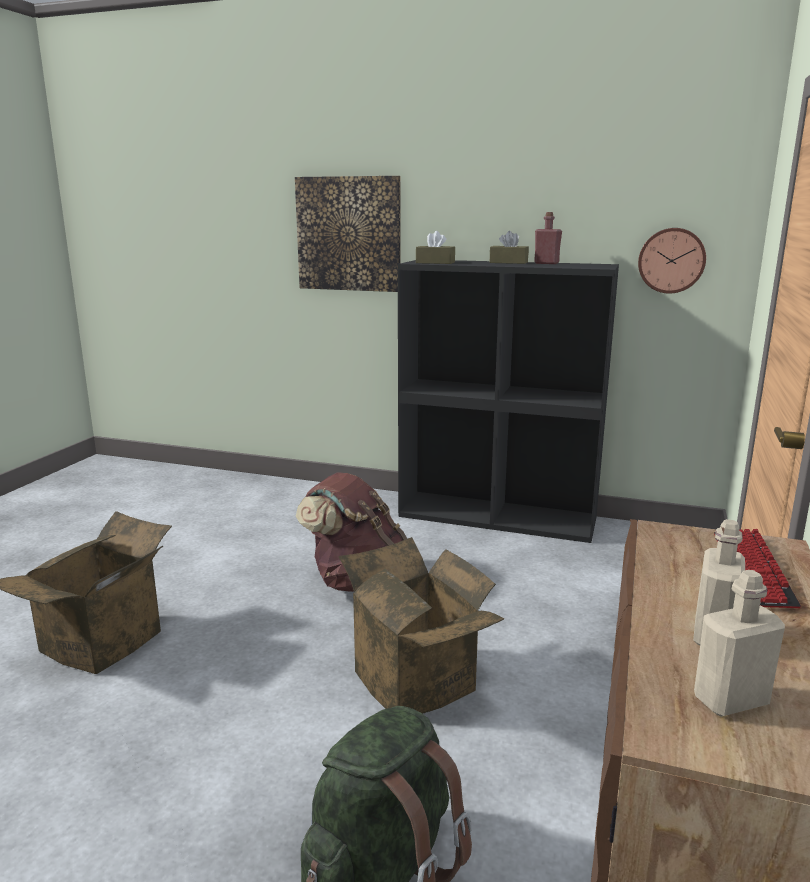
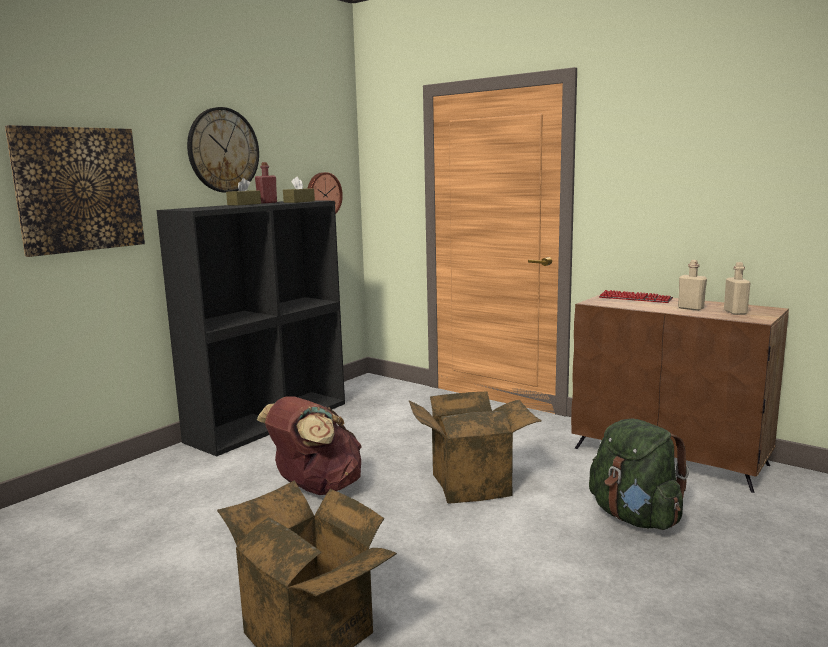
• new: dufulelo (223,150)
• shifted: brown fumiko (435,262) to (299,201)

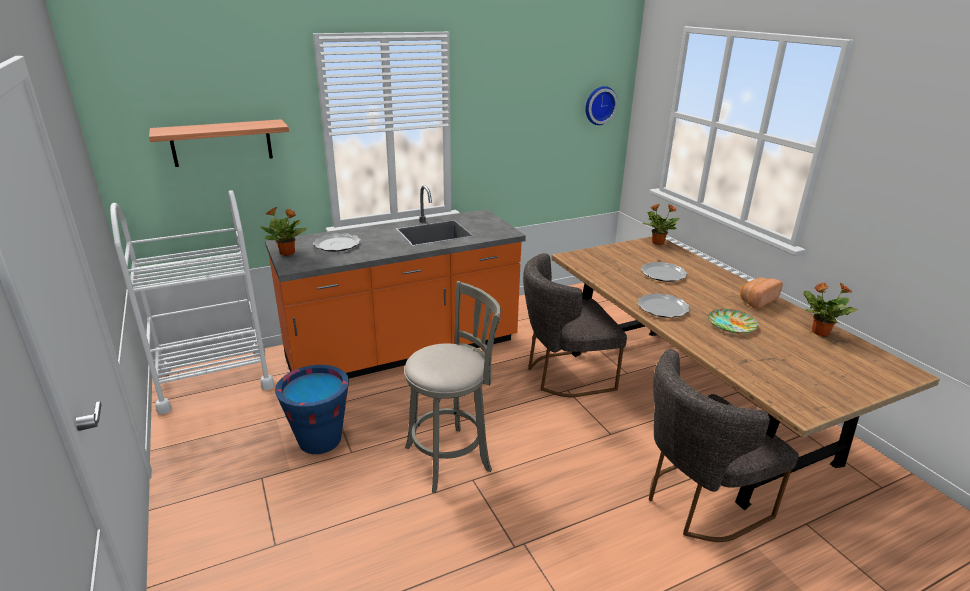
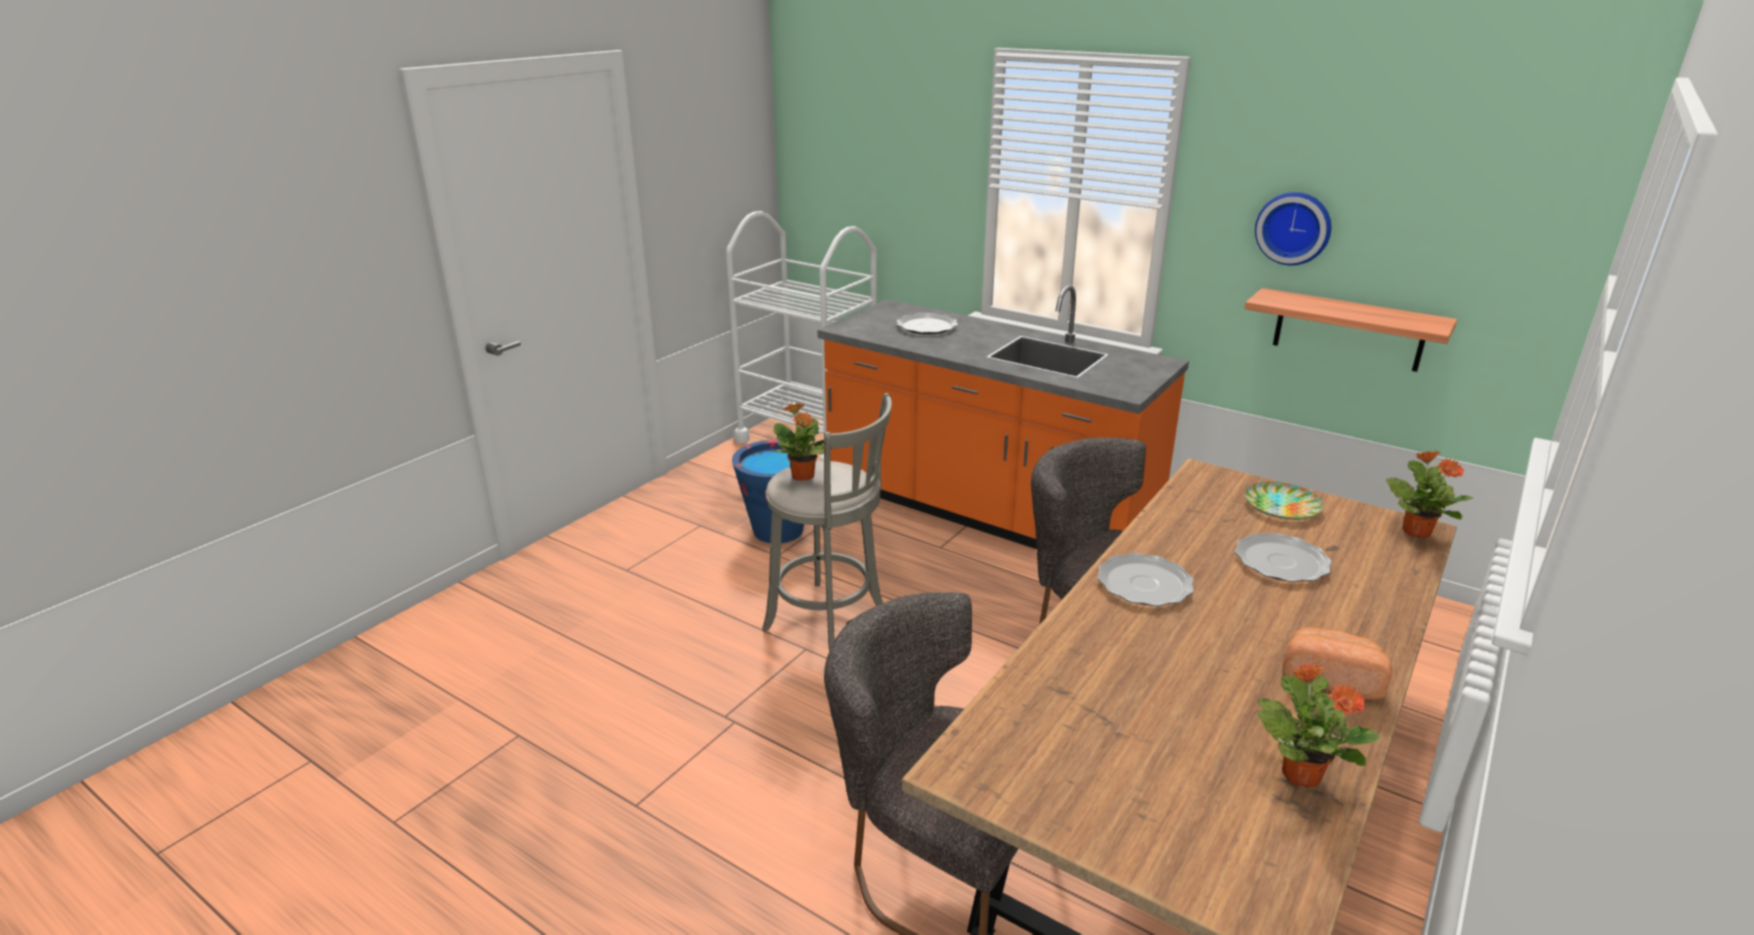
• shifted: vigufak (288,253) to (803,476)
• shifted: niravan (222,143) to (1348,330)
• shifted: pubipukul (731,324) to (1281,506)
• shifted: dufulelo (599,105) to (1294,227)

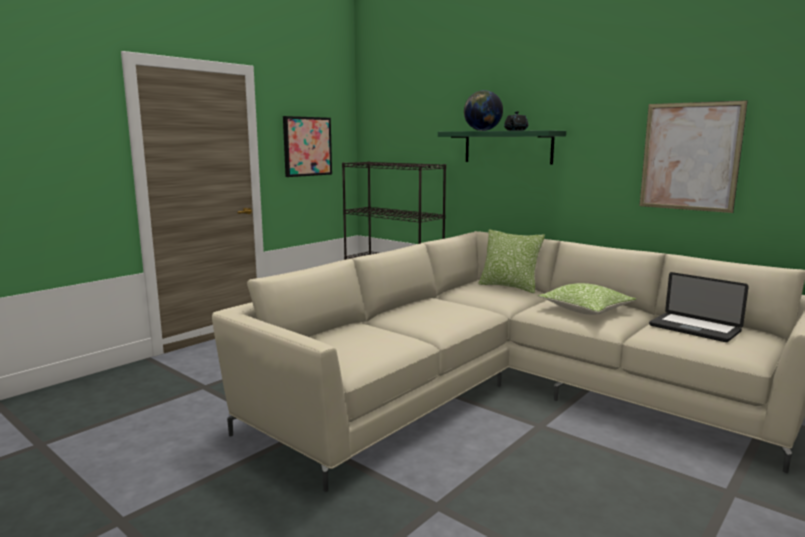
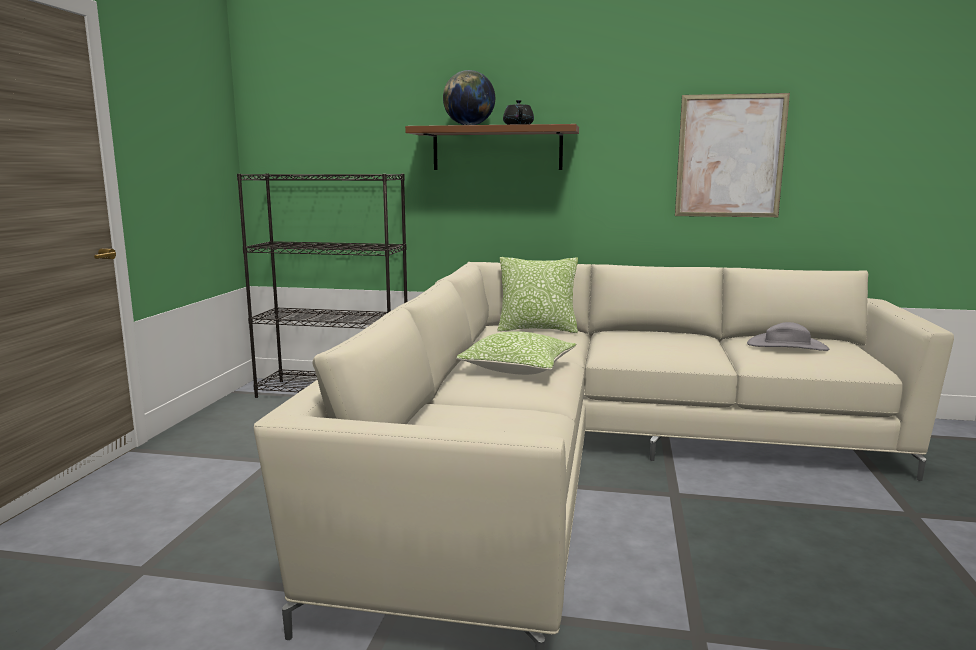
• repainted: green niravan (507,147) to brown niravan (497,149)
• shifted: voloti (585,310) to (517,368)
• swapped: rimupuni (694,328) to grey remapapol (787,346)
• gone: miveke (307,146)

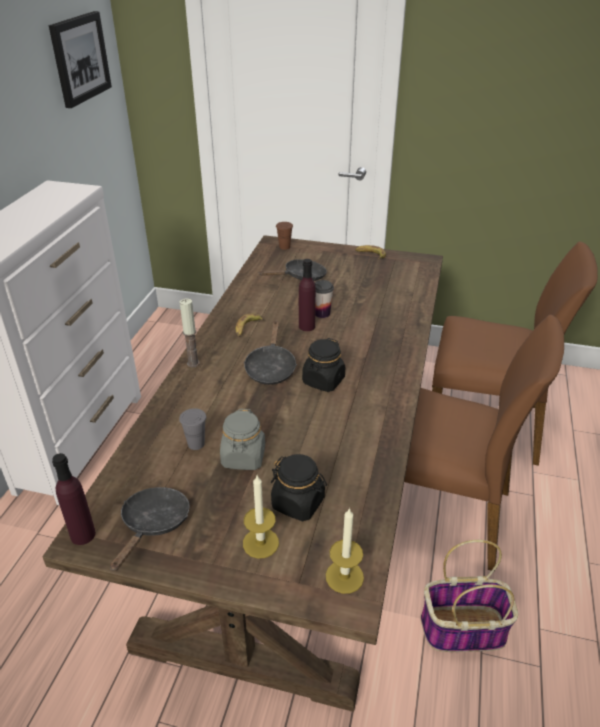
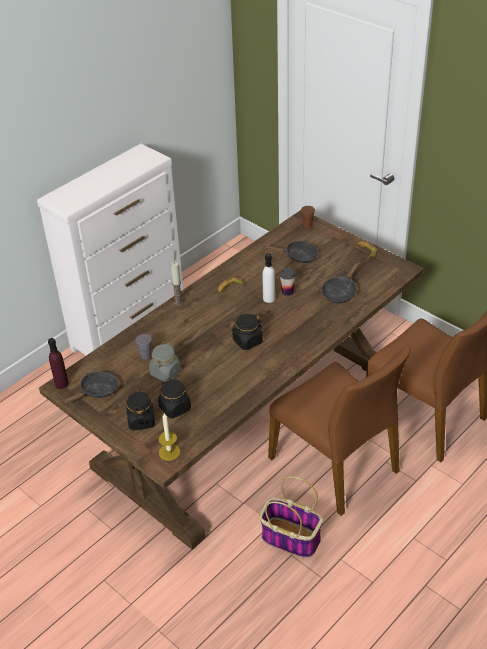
• swapped: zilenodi (260,543) to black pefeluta (141,420)
• repainted: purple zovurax (306,326) to white zovurax (269,298)
• shifted: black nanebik (270,368) to (340,292)
• gone: miveke (79,58)

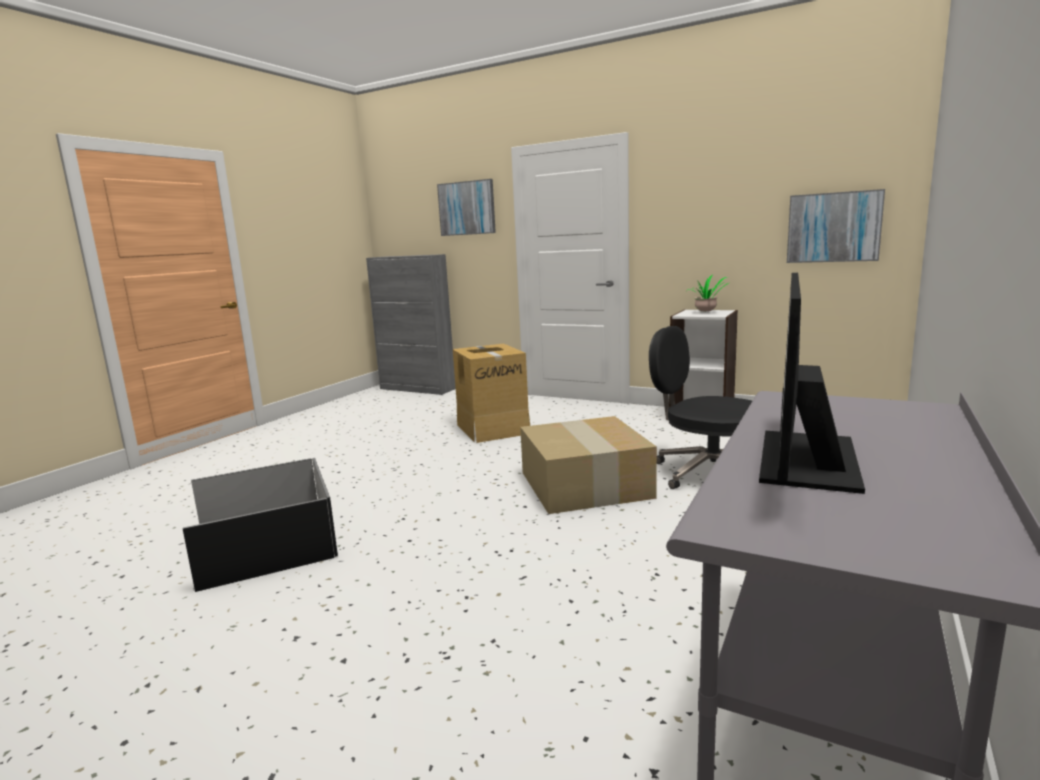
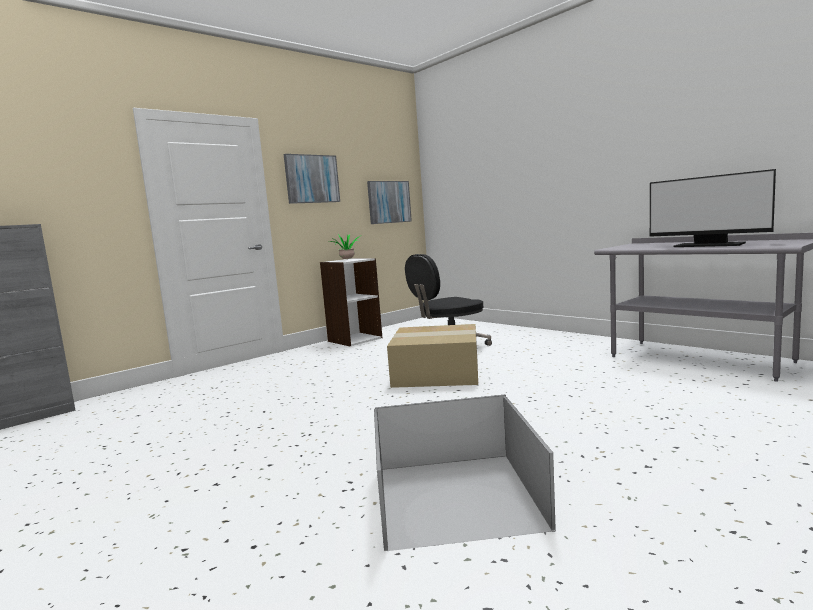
• shifted: miveke (467,208) to (312,179)
• gone: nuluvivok (493,428)

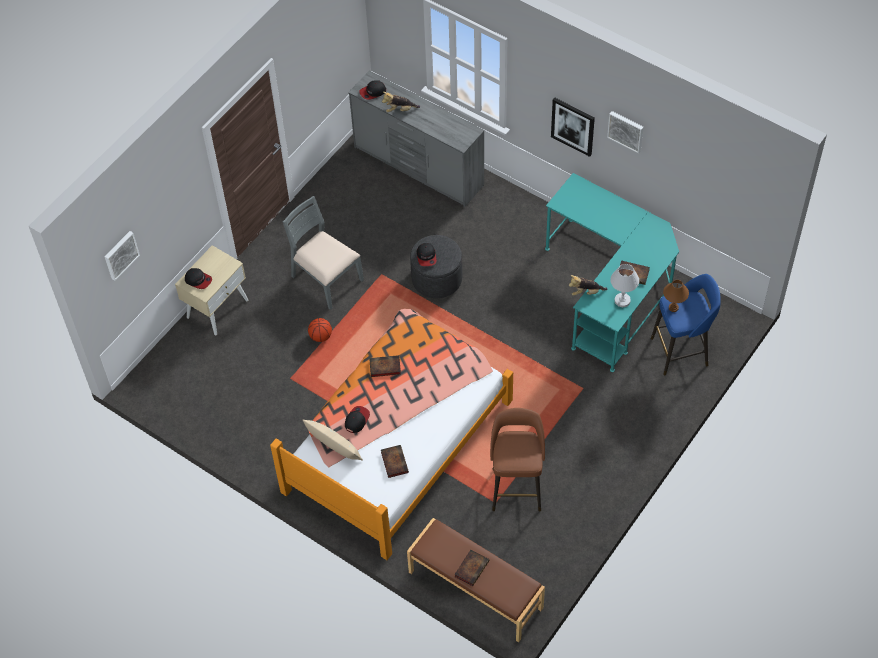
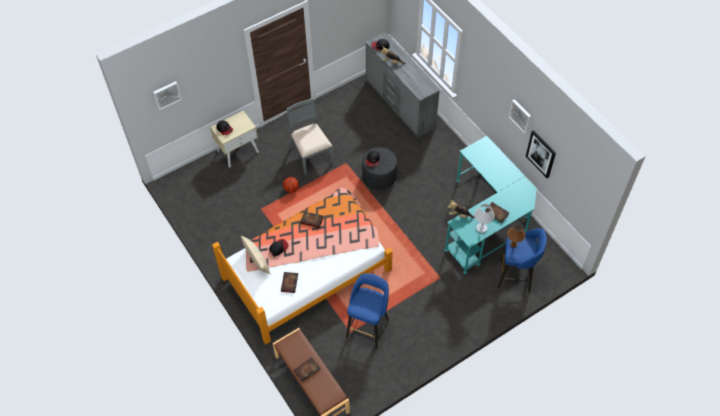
• repainted: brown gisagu (516,487) to blue gisagu (368,327)
• shifted: miveke (573,126) to (541,154)

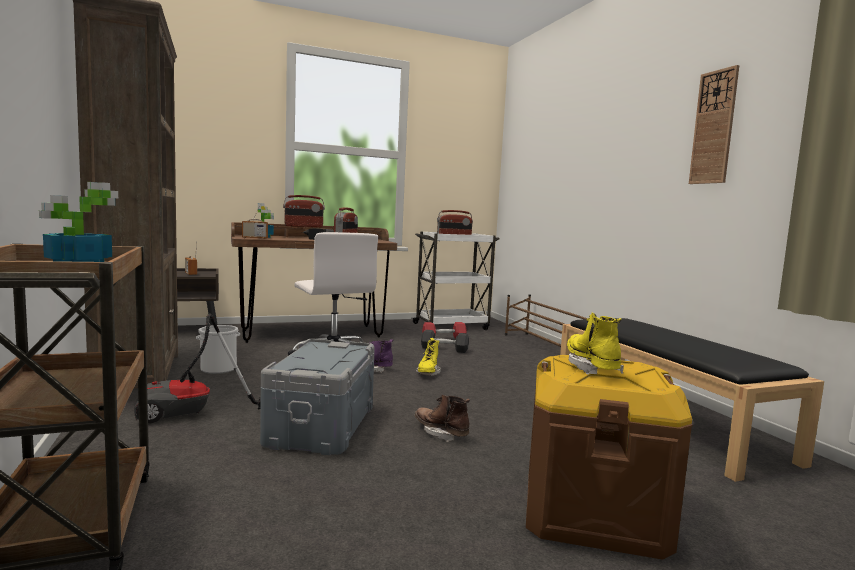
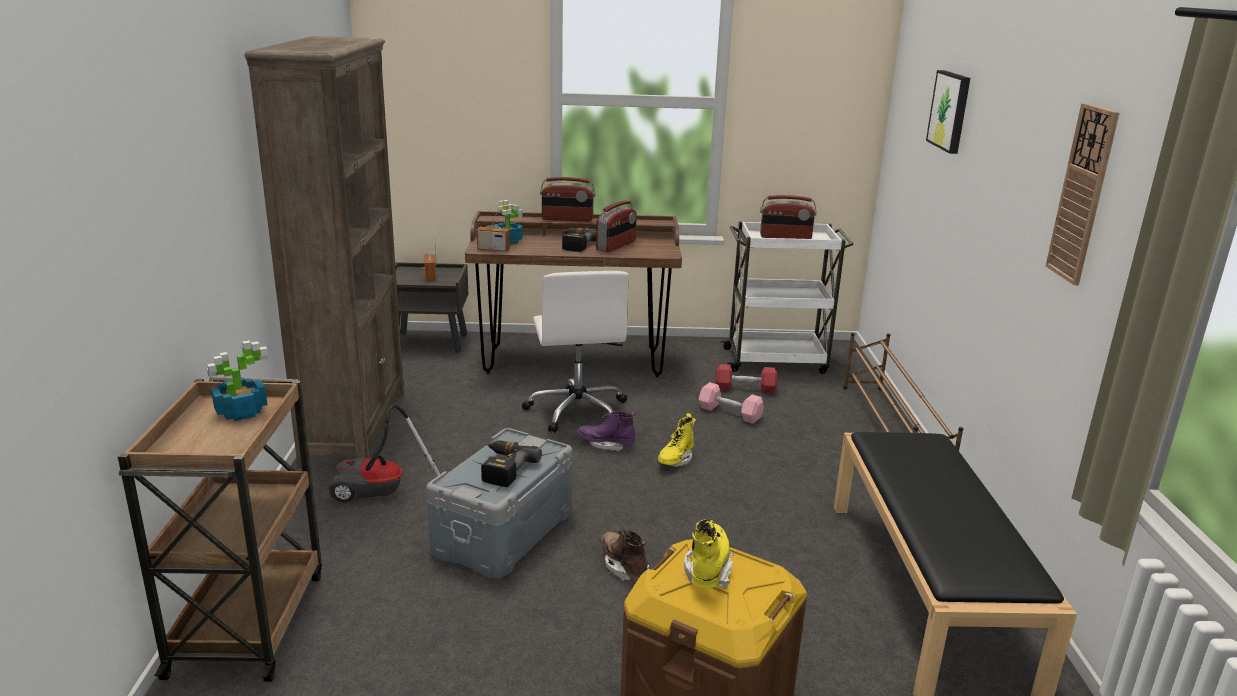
• new: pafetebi (502,468)
• repainted: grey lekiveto (444,349) to pink lekiveto (730,413)
• new: miveke (950,111)
• gone: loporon (219,369)

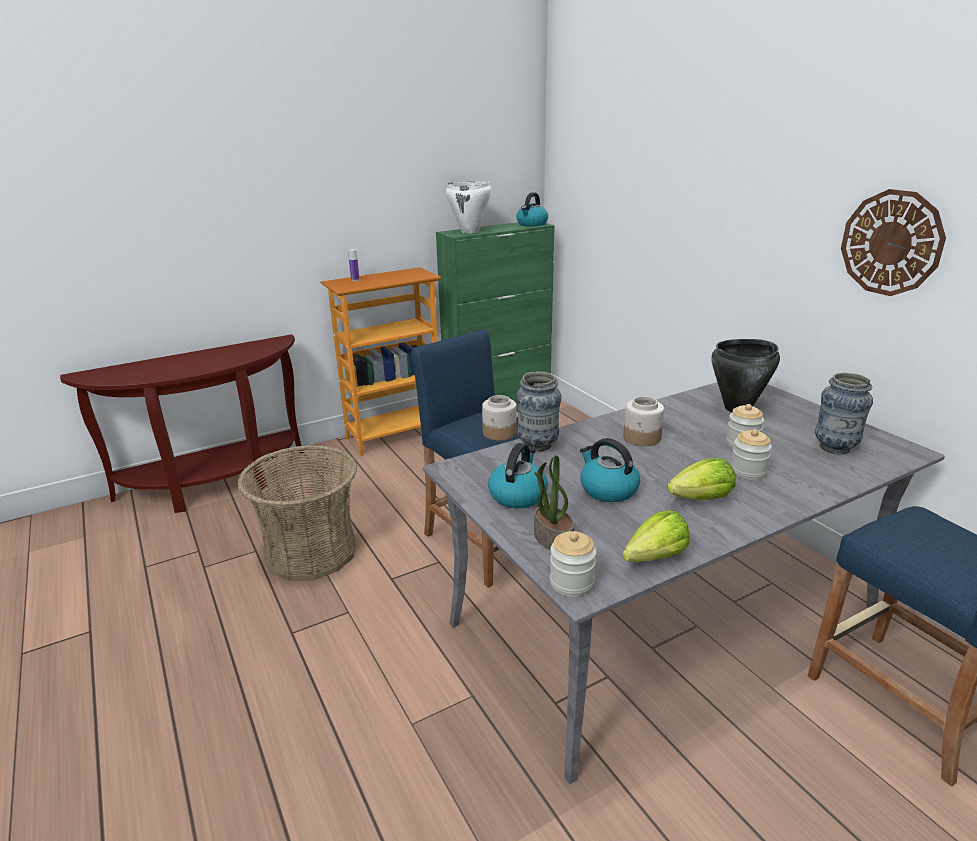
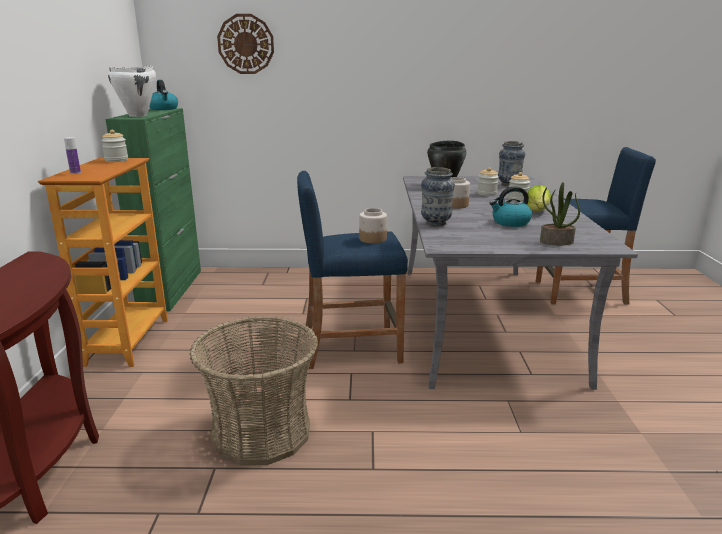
• shifted: pefeluta (571,583) to (116,160)
• shifted: dufulelo (891,243) to (246,44)
• gone: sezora (518,495)
• gone: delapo (649,559)

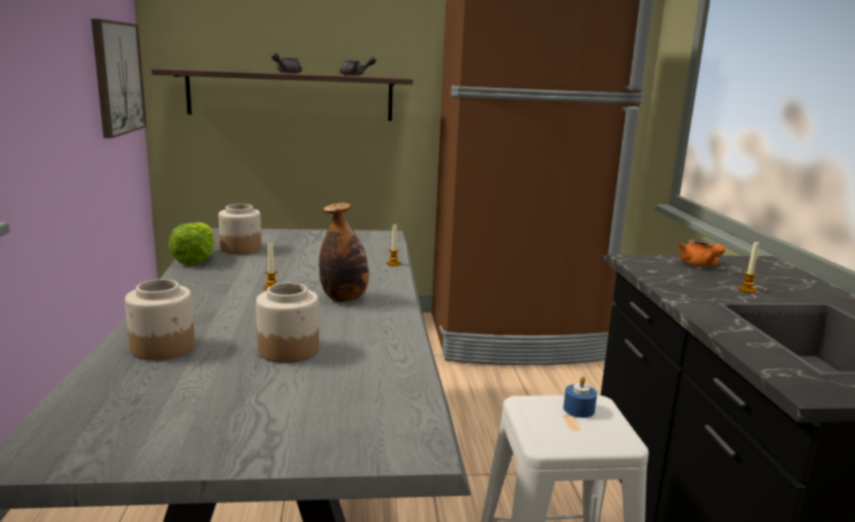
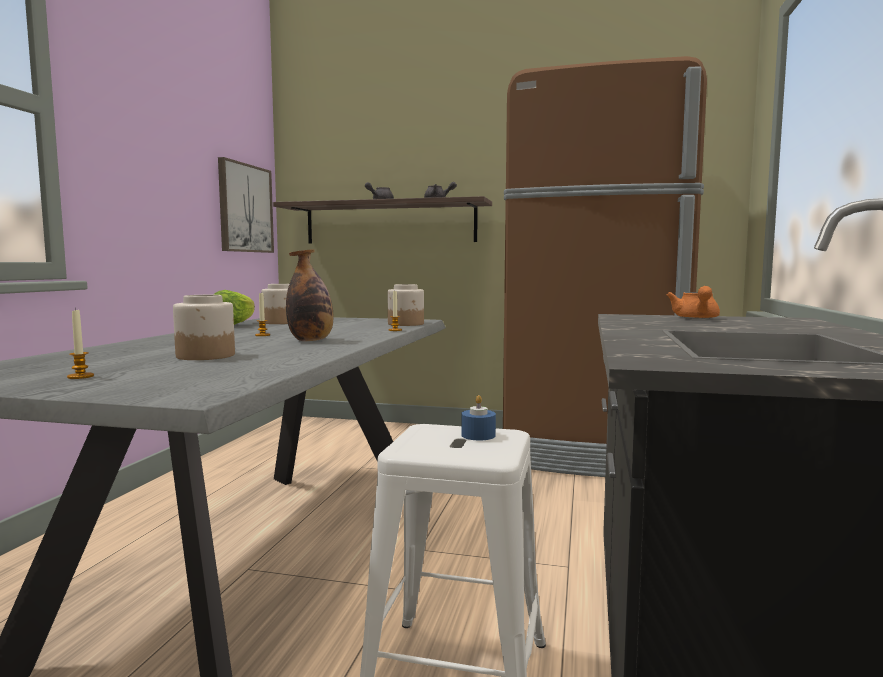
• shifted: zilenodi (747,290) to (80,376)
• shifted: pefeluta (163,347) to (406,324)

